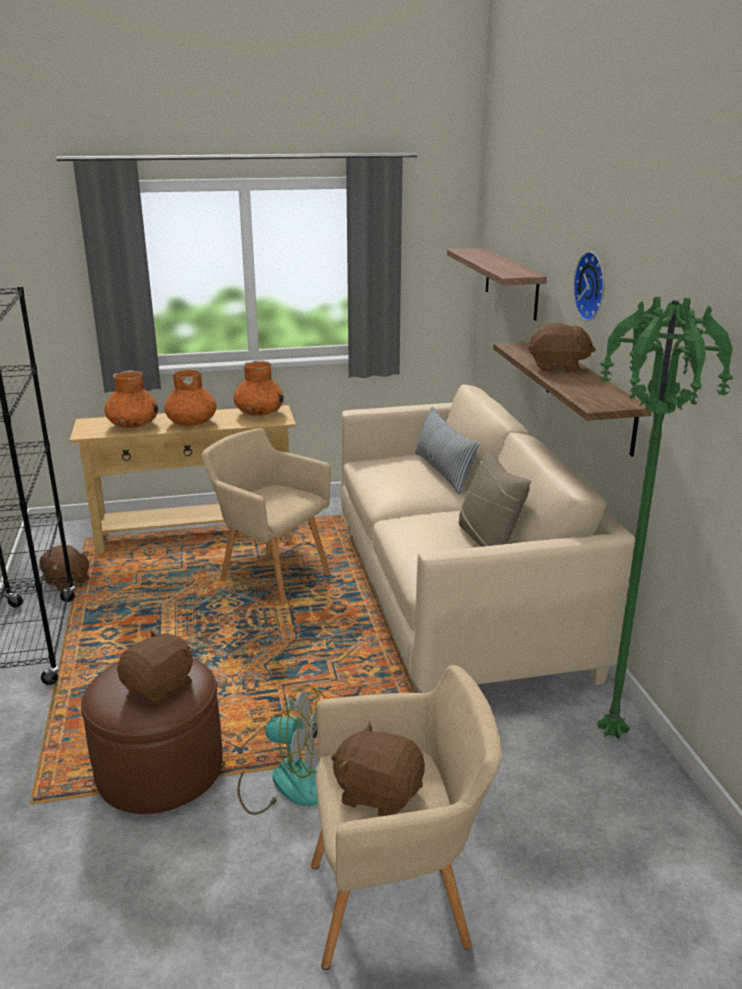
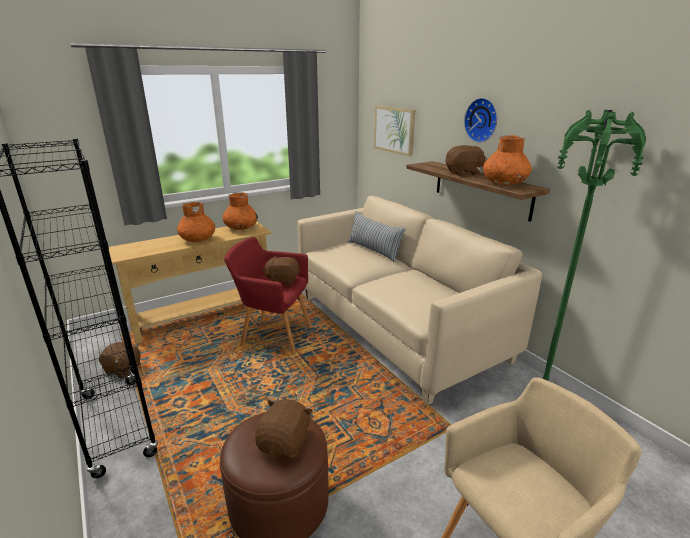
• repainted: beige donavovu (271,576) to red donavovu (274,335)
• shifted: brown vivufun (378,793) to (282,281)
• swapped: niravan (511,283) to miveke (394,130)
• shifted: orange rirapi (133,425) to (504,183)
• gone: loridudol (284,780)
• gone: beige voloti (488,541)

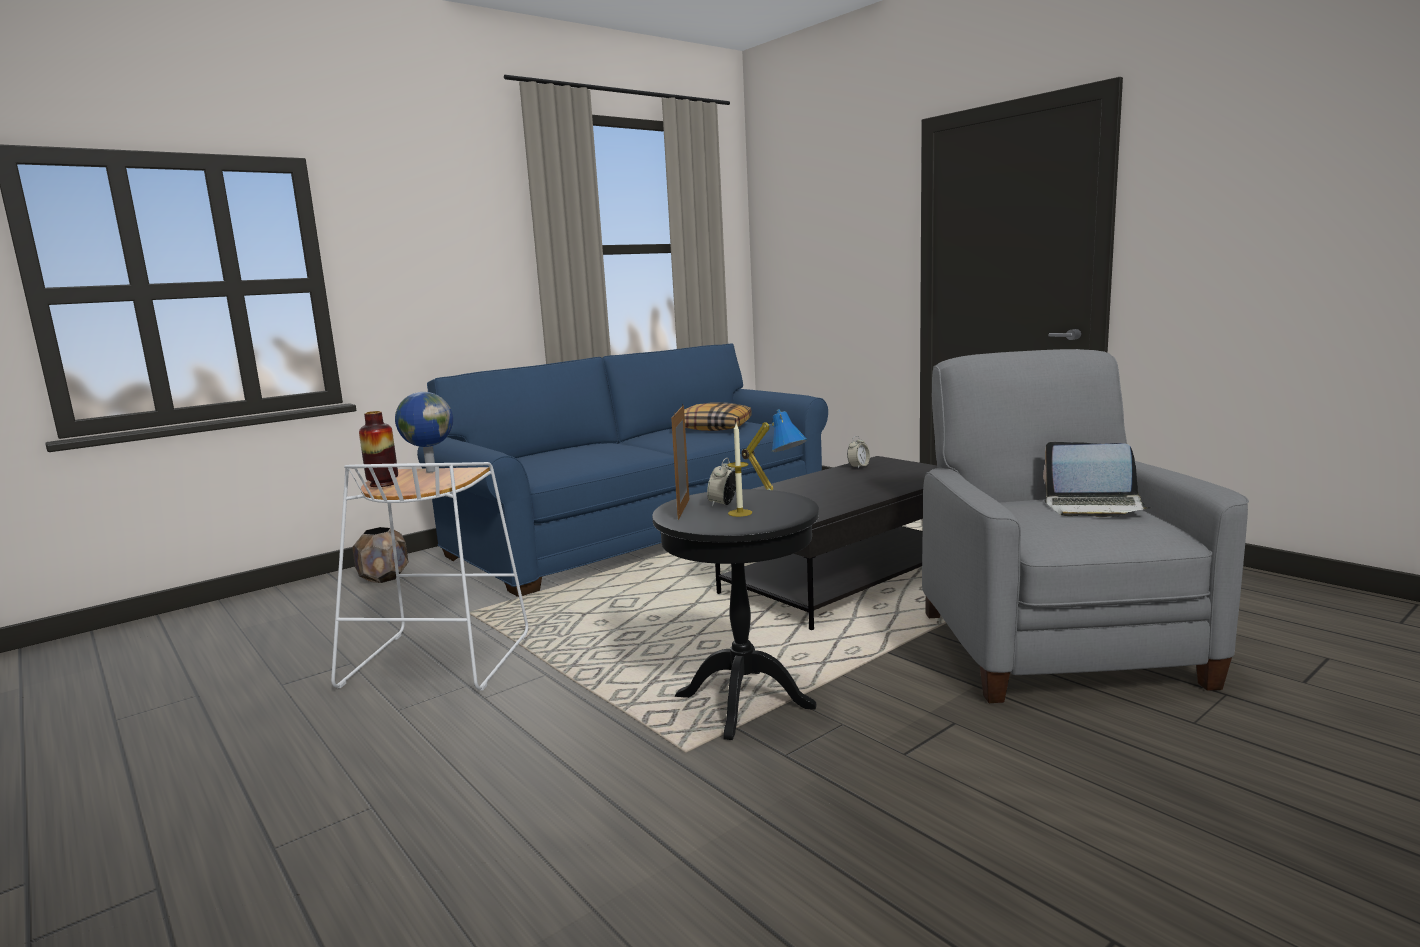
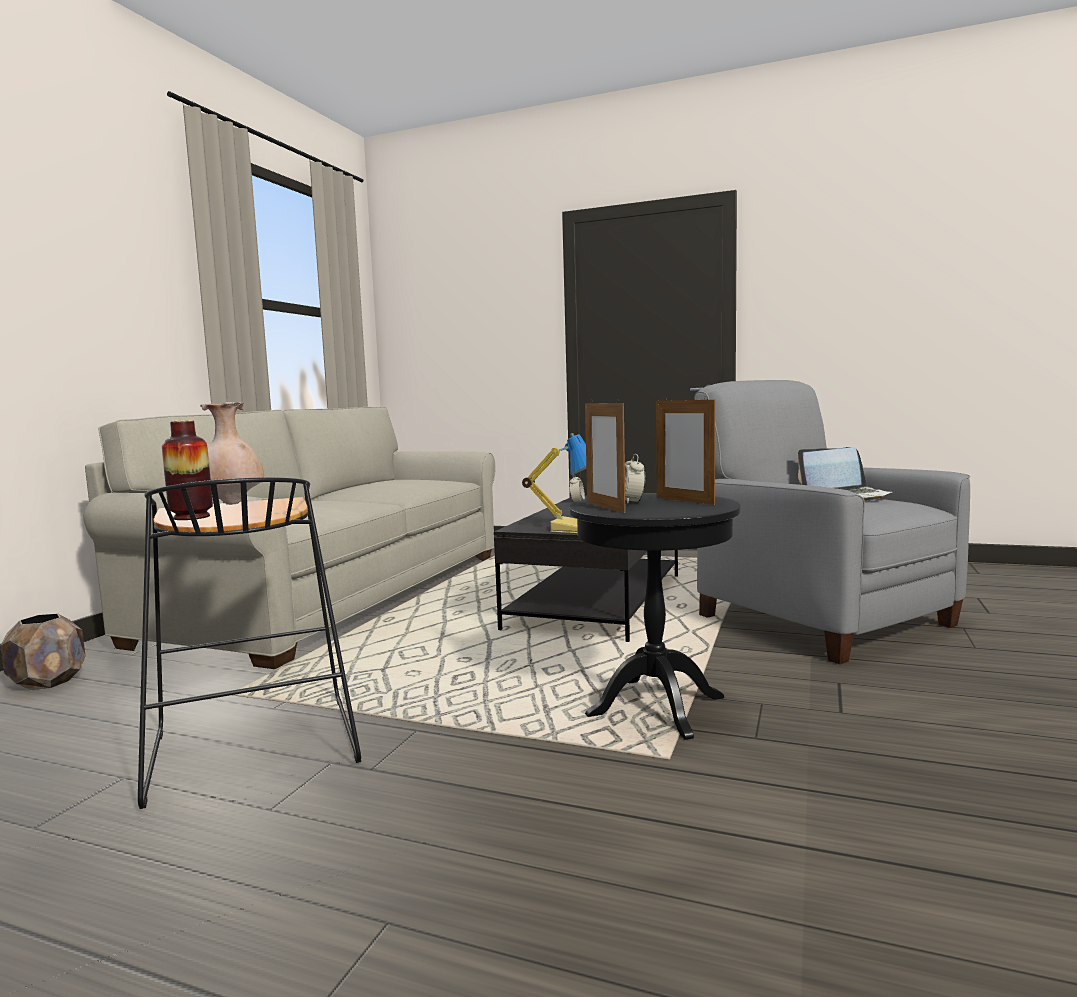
• repainted: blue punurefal (642,530) to beige punurefal (339,593)
• repainted: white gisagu (437,659) to black gisagu (251,746)
• swapped: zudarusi (430,471) to beige rirapi (231,504)
• new: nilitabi (684,501)
• gone: voloti (713,427)
• gone: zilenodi (740,513)

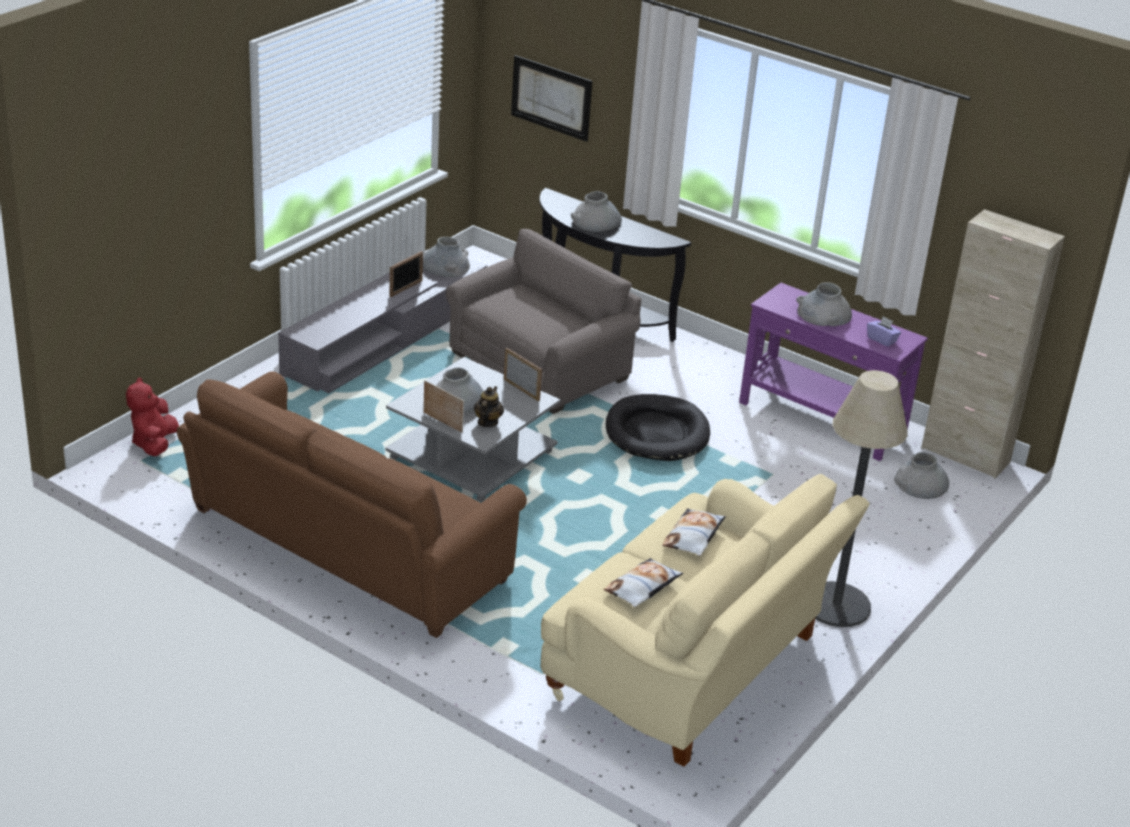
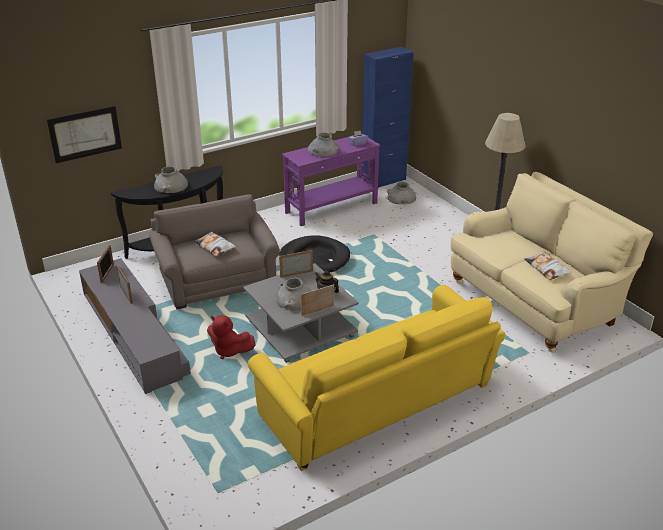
• swapped: grey rirapi (445,266) to nilitabi (107,273)
• shifted: voloti (694,537) to (215,247)
• shifted: red vivufun (154,444) to (229,351)
• repainted: brown punurefal (343,549) to yellow punurefal (380,406)
• repainted: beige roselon (965,455) to blue roselon (383,181)

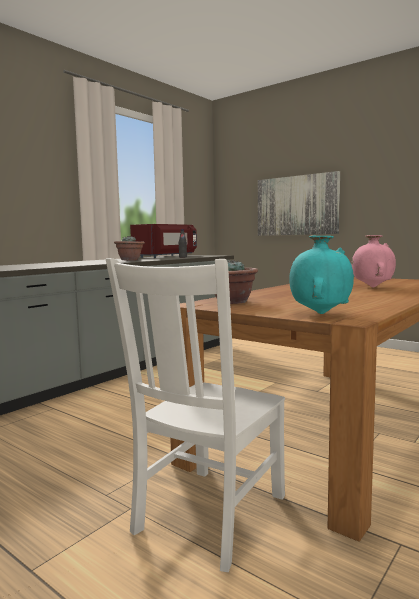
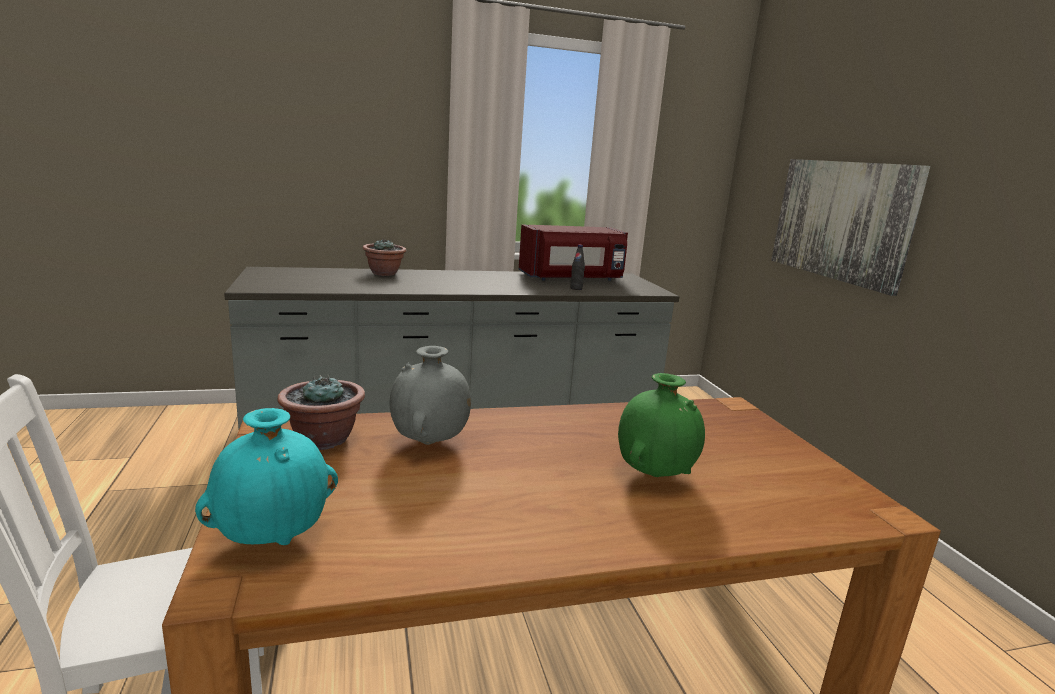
• shifted: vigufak (130,260) to (384,273)
• new: grey rirapi (429,443)
• repainted: pink rirapi (372,287) to green rirapi (654,475)

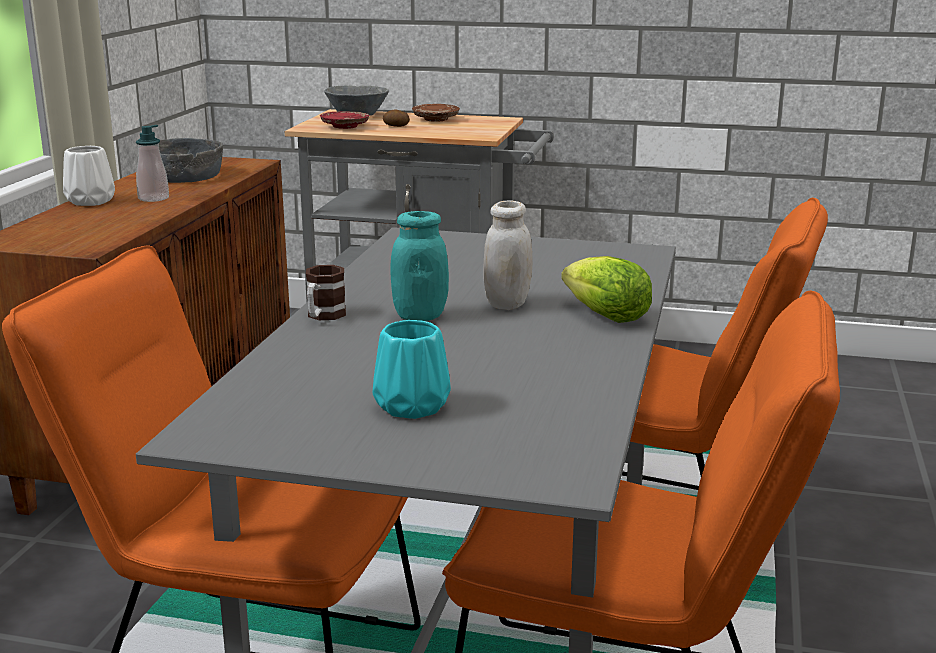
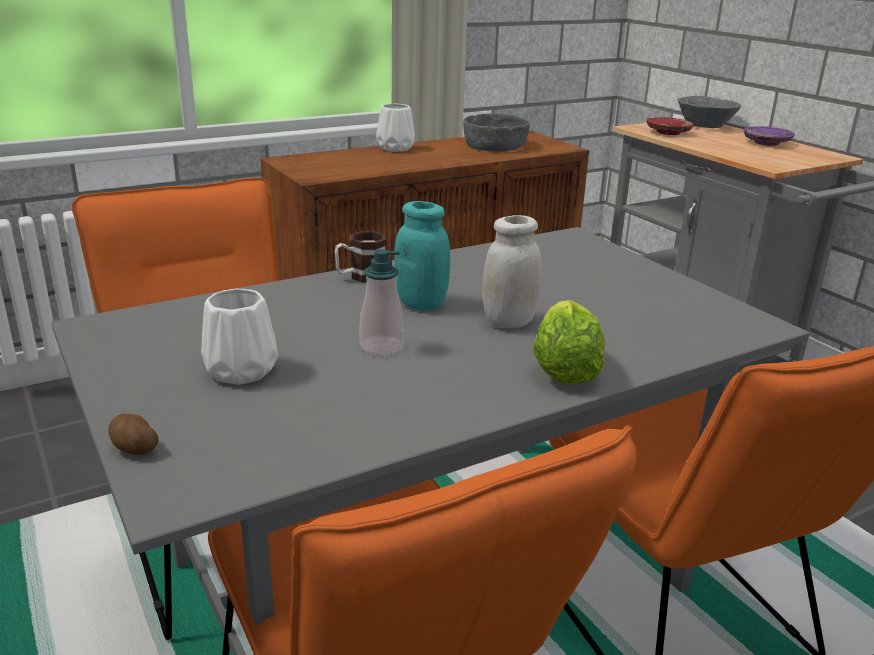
• shifted: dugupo (396,126) to (133,448)
• repainted: turquoise rirapi (410,407) to white rirapi (239,370)
• shifted: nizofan (153,198) to (381,347)
• repainted: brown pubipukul (436,119) to purple pubipukul (766,143)

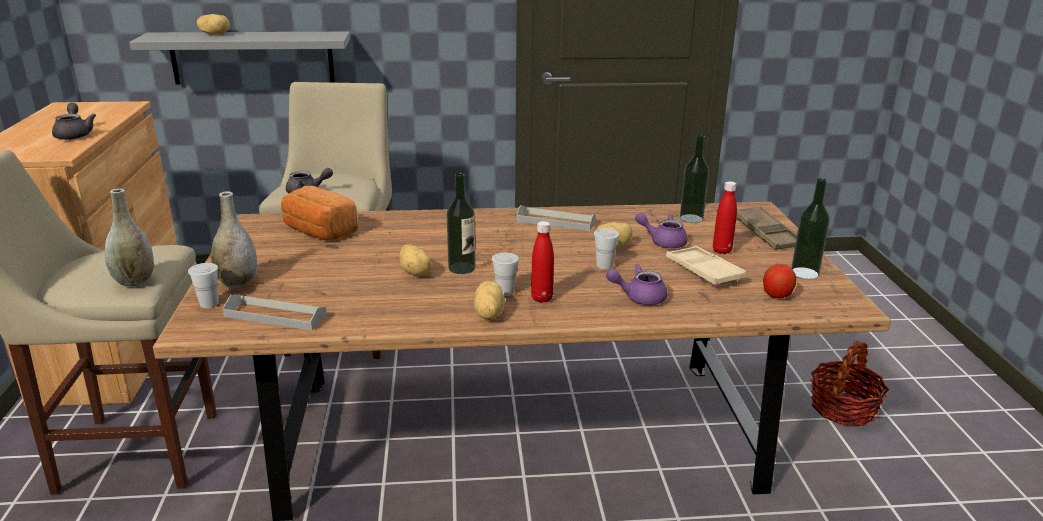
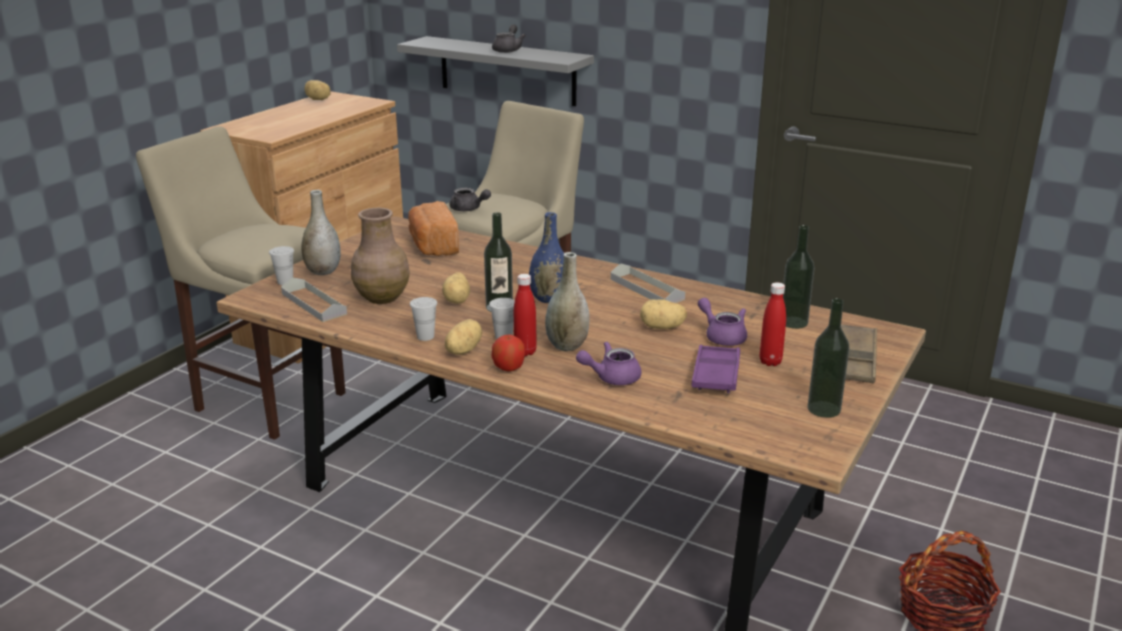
• shifted: dugupo (215,34) to (318,99)
• new: brown rirapi (382,297)
• shifted: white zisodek (604,265) to (425,336)
• shifted: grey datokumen (74,134) to (508,50)
• shifted: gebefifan (776,295) to (508,368)
• new: blue rirapi (549,298)
• shifted: grey rirapi (134,281) to (567,345)
• rotated: purple datokumen (638,297) = (611,378) 45 degrees counterclockwise
• repainted: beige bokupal (703,271) to purple bokupal (716,374)

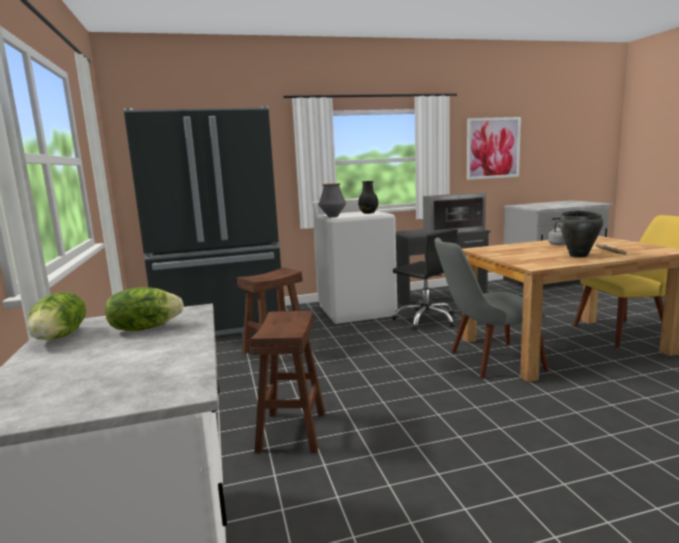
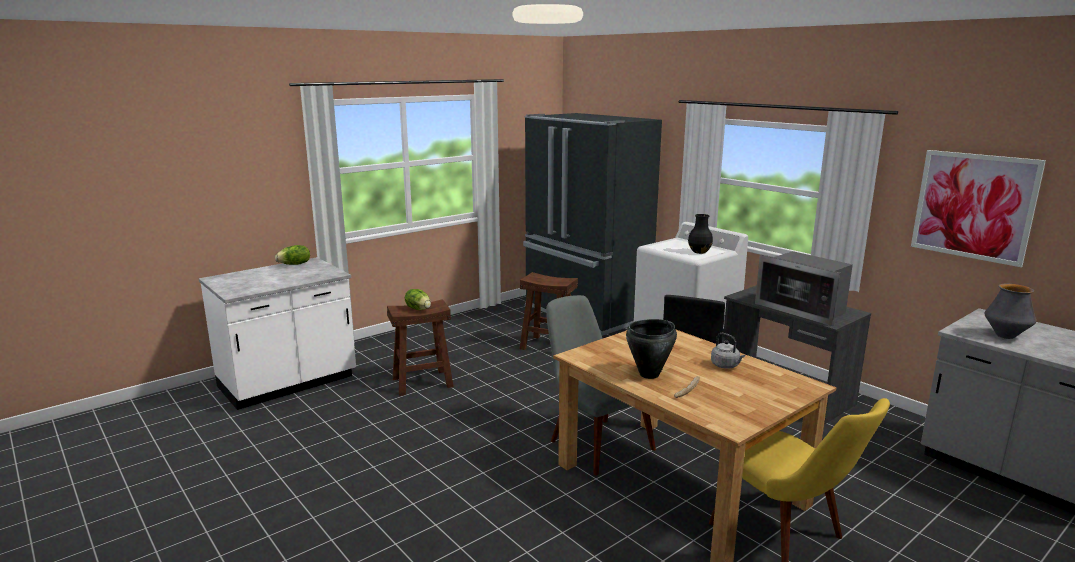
• shifted: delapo (145,328) to (418,309)
• shifted: rirapi (332,217) to (1005,336)

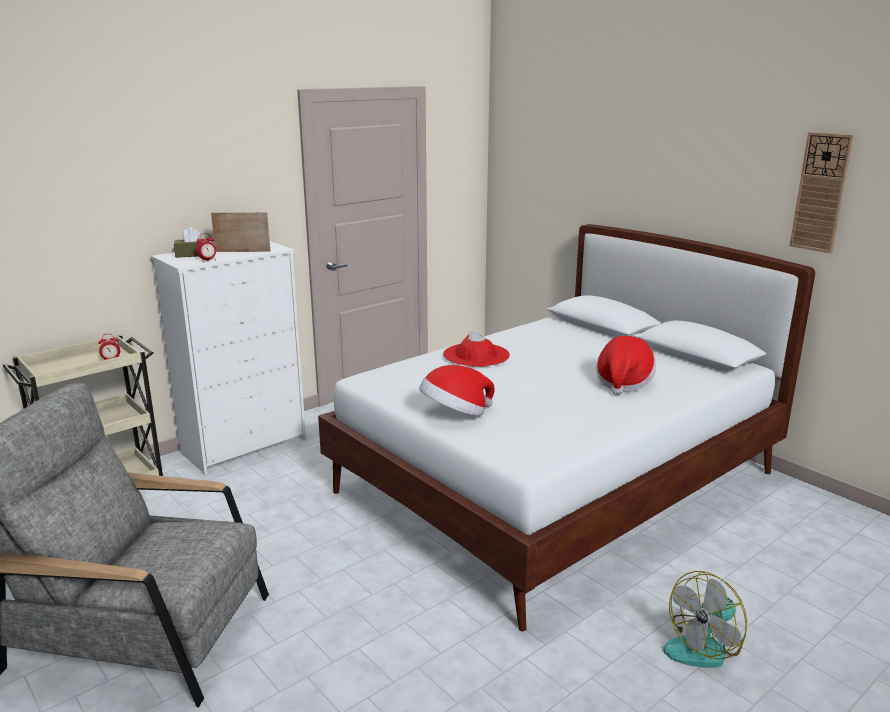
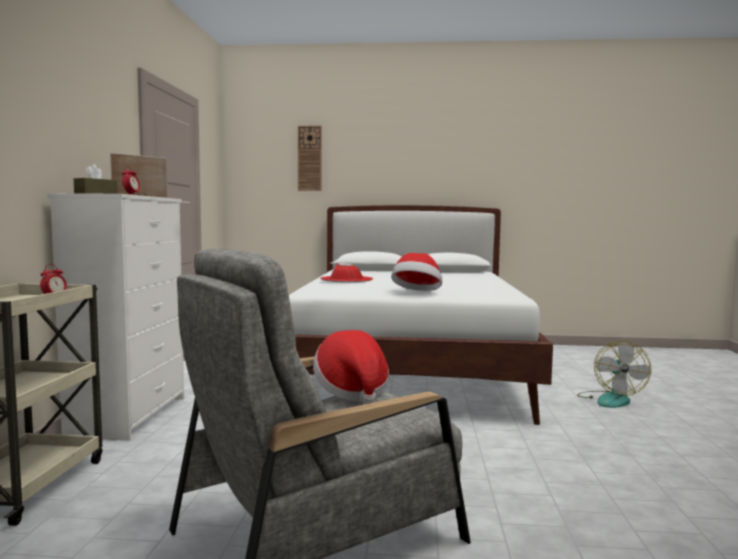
• shifted: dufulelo (821,192) to (309,158)
• shifted: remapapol (623,382) to (351,391)

